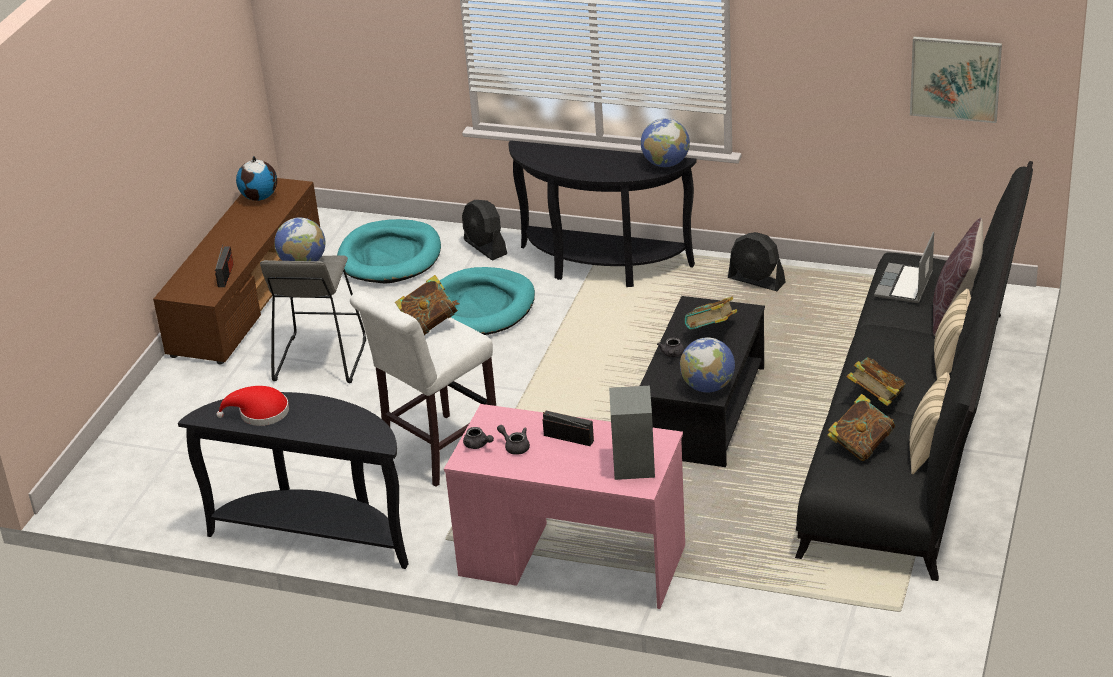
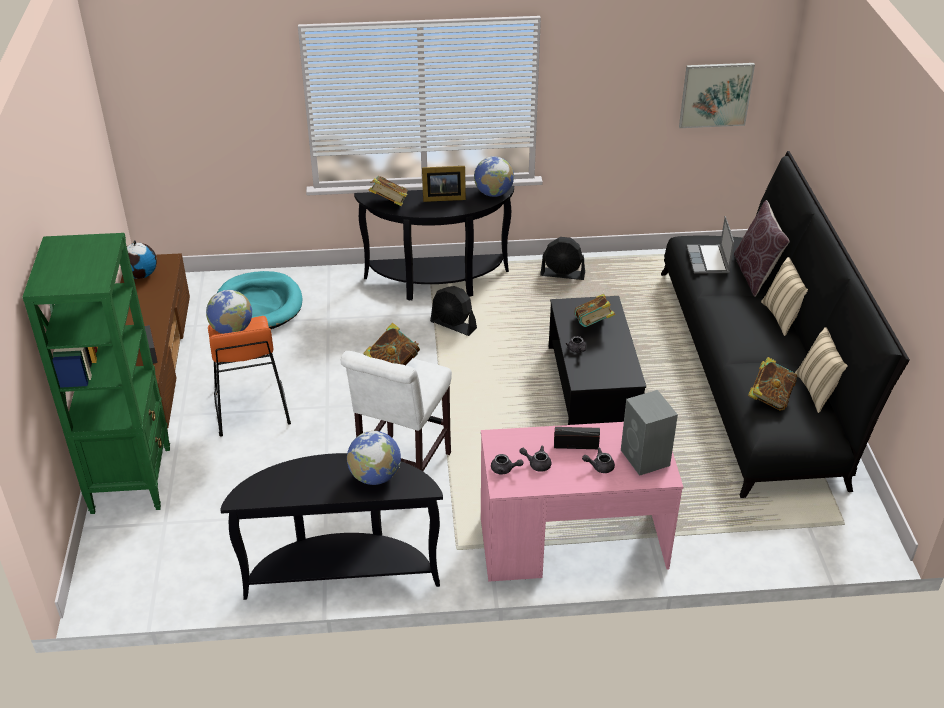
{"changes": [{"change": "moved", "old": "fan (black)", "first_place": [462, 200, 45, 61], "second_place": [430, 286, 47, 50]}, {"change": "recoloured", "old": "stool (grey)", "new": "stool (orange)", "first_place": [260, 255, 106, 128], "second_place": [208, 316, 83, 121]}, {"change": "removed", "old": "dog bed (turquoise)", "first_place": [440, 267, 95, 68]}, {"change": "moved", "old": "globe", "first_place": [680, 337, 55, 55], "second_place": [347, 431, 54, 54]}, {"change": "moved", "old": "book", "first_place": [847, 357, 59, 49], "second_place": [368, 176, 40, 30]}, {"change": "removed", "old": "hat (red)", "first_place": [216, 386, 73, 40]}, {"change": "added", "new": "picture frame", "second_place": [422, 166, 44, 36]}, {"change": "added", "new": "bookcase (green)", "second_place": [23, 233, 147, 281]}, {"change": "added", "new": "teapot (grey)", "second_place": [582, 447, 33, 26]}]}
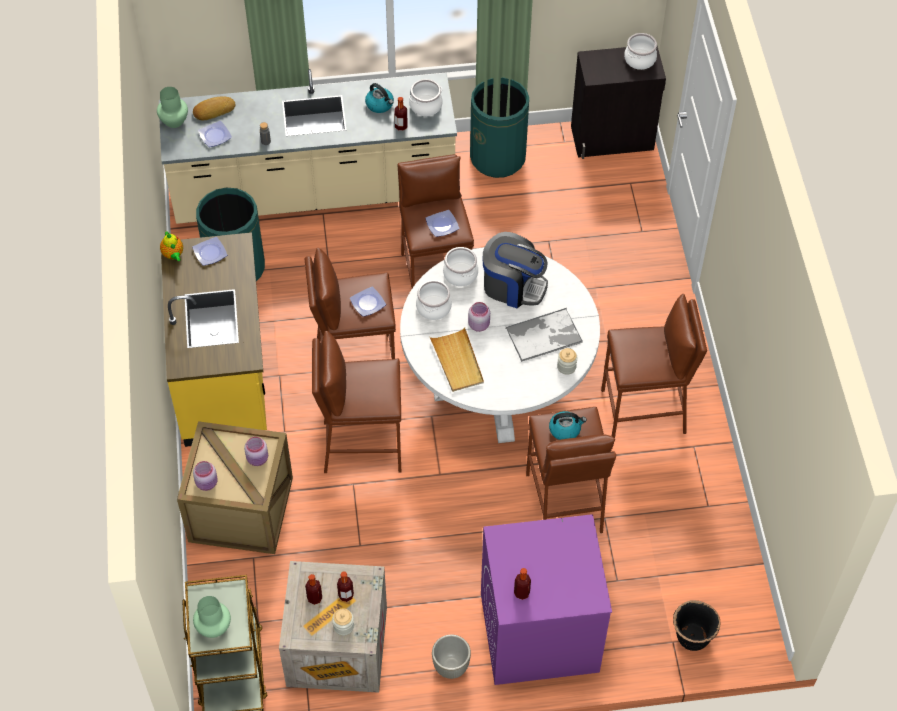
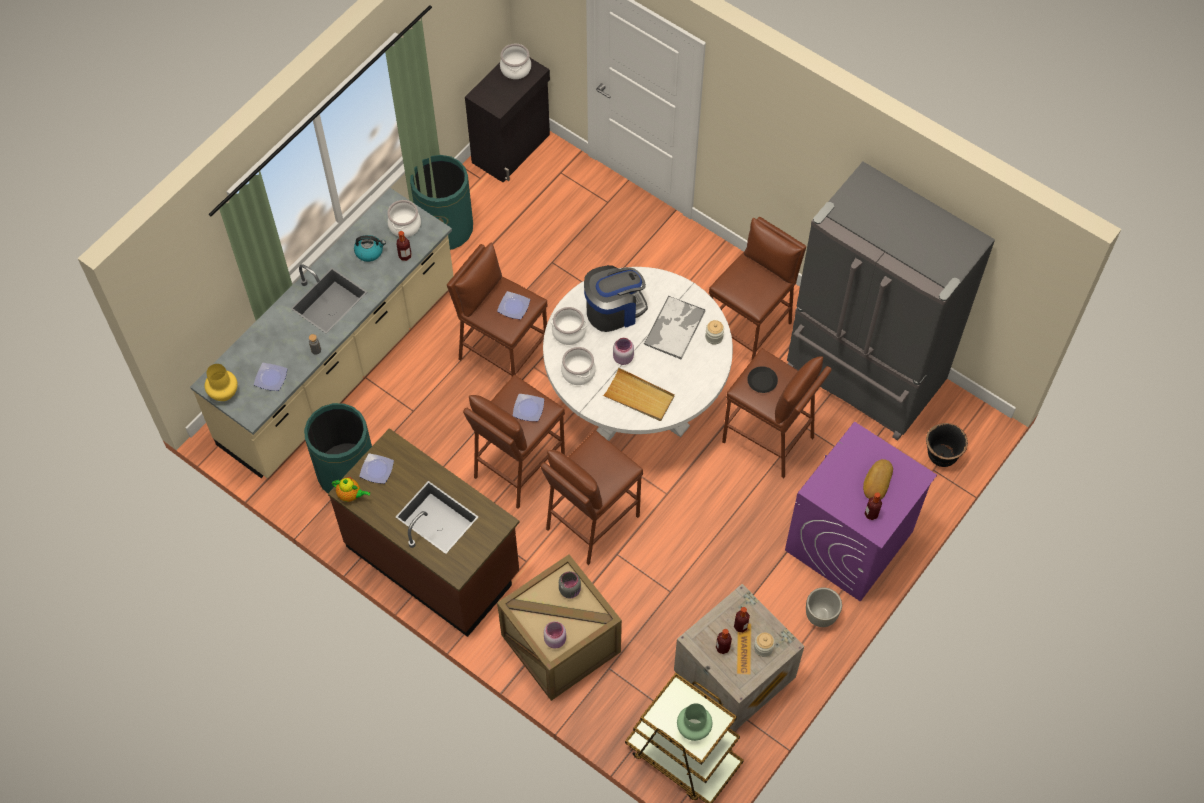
{"changes": [{"change": "recoloured", "old": "vase (green)", "new": "vase (yellow)", "first_place": [157, 87, 31, 41], "second_place": [205, 364, 33, 37]}, {"change": "moved", "old": "bread", "first_place": [193, 97, 43, 23], "second_place": [863, 459, 30, 41]}, {"change": "recoloured", "old": "counter (yellow)", "new": "counter (brown)", "first_place": [161, 232, 106, 215], "second_place": [328, 428, 192, 209]}, {"change": "replaced", "old": "kettle", "new": "plate (black)", "first_place": [549, 411, 38, 29], "second_place": [747, 366, 31, 27]}, {"change": "recoloured", "old": "jar (pink)", "new": "jar (grey)", "first_place": [244, 437, 24, 29], "second_place": [559, 572, 22, 26]}, {"change": "added", "new": "fridge (grey)", "second_place": [787, 162, 208, 279]}]}
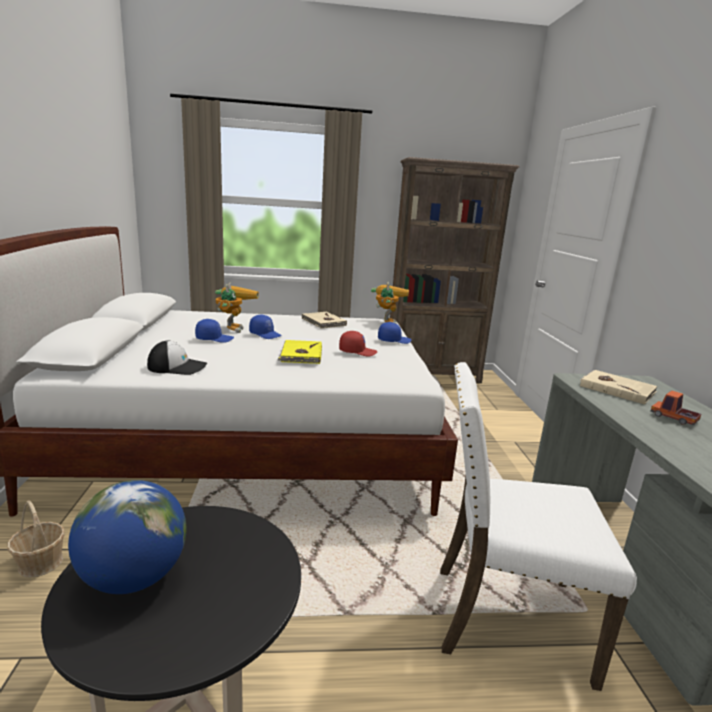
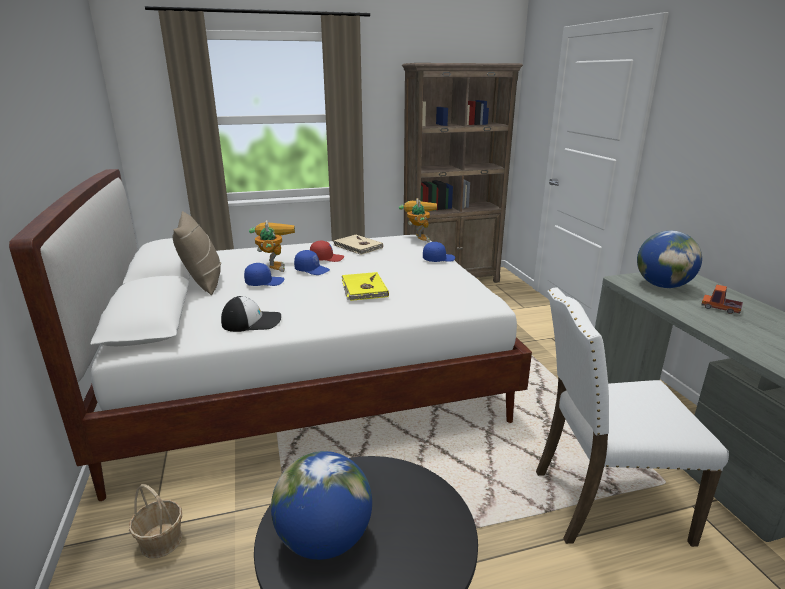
{"changes": [{"change": "moved", "old": "cap (red)", "first_place": [339, 331, 38, 25], "second_place": [310, 241, 34, 21]}, {"change": "replaced", "old": "book (beige)", "new": "globe", "first_place": [580, 370, 77, 35], "second_place": [637, 231, 65, 57]}, {"change": "added", "new": "pillow (beige)", "second_place": [172, 211, 49, 84]}]}
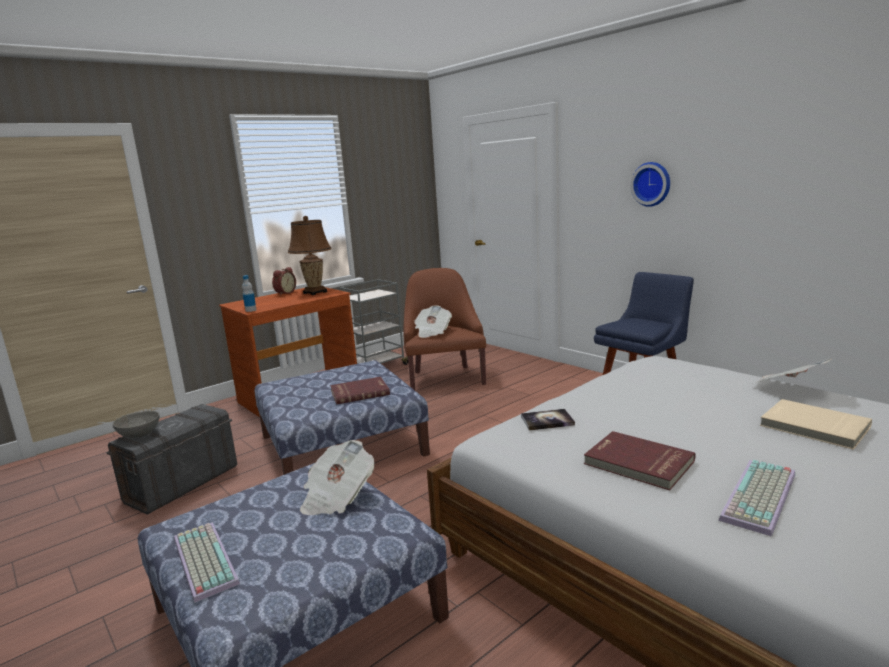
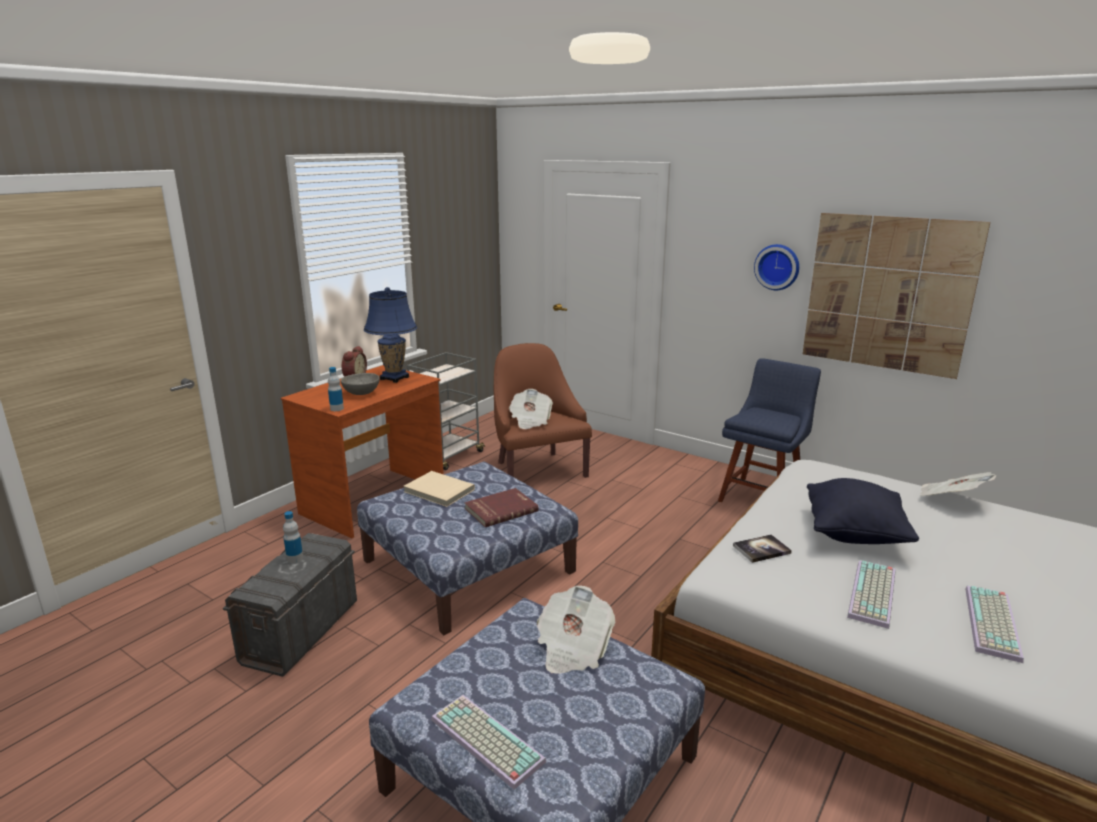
{"changes": [{"change": "recoloured", "old": "table lamp (brown)", "new": "table lamp (blue)", "first_place": [288, 216, 44, 79], "second_place": [364, 287, 53, 96]}, {"change": "moved", "old": "book (beige)", "first_place": [760, 399, 112, 51], "second_place": [404, 471, 71, 36]}, {"change": "moved", "old": "bowl (grey)", "first_place": [112, 411, 47, 27], "second_place": [341, 373, 39, 22]}, {"change": "replaced", "old": "book (red)", "new": "keyboard", "first_place": [584, 431, 112, 59], "second_place": [847, 560, 48, 69]}, {"change": "added", "new": "picture", "second_place": [803, 213, 187, 166]}, {"change": "added", "new": "pillow (black)", "second_place": [807, 478, 112, 66]}, {"change": "added", "new": "bottle", "second_place": [283, 511, 20, 52]}]}
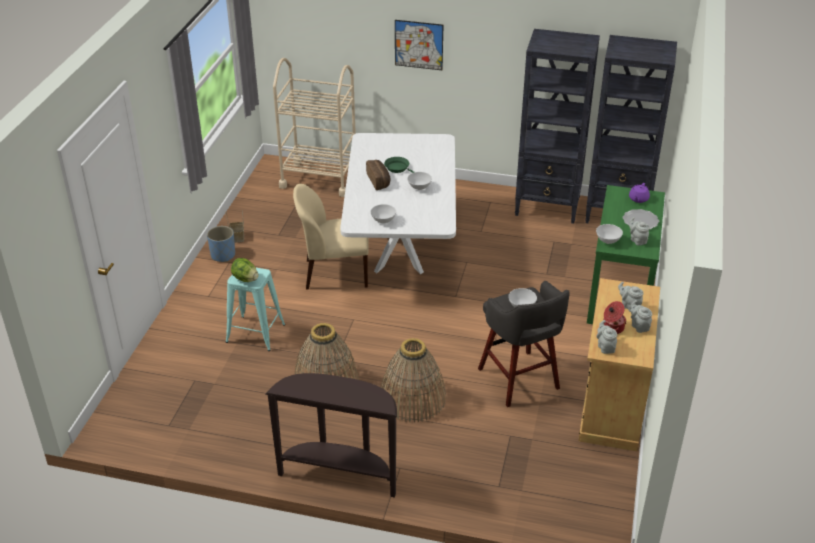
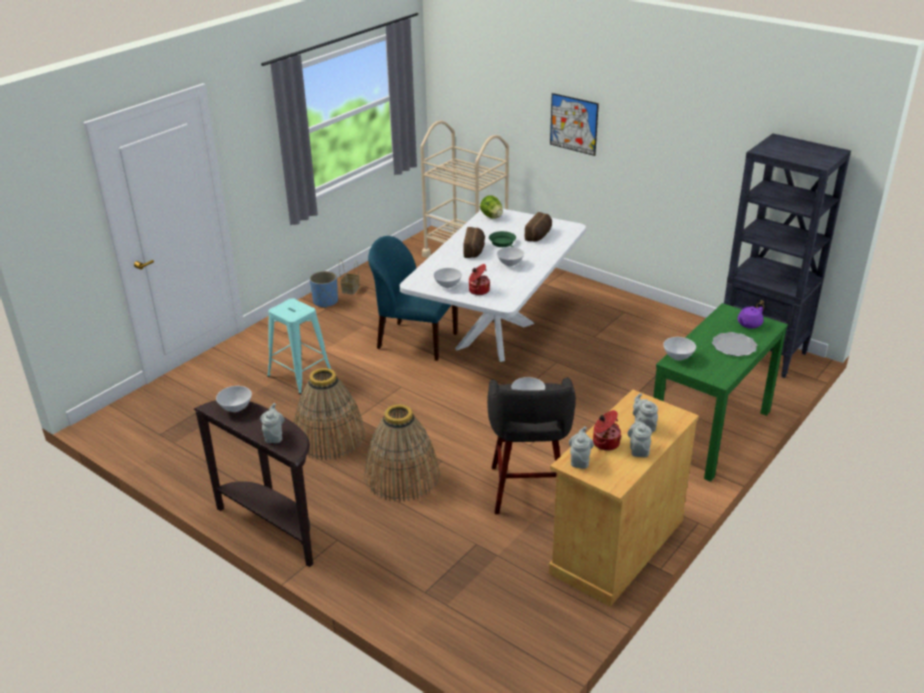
{"changes": [{"change": "removed", "old": "bookcase (black)", "first_place": [515, 29, 85, 194]}, {"change": "recoloured", "old": "chair (beige)", "new": "chair (blue)", "first_place": [293, 184, 76, 106], "second_place": [368, 236, 90, 125]}, {"change": "moved", "old": "teapot (grey)", "first_place": [629, 217, 20, 29], "second_place": [260, 403, 25, 40]}, {"change": "moved", "old": "lettuce", "first_place": [231, 258, 28, 24], "second_place": [480, 195, 23, 24]}, {"change": "added", "new": "bread", "second_place": [525, 212, 27, 30]}, {"change": "added", "new": "cooking pot", "second_place": [469, 264, 21, 31]}, {"change": "added", "new": "bowl (white)", "second_place": [216, 386, 36, 26]}]}
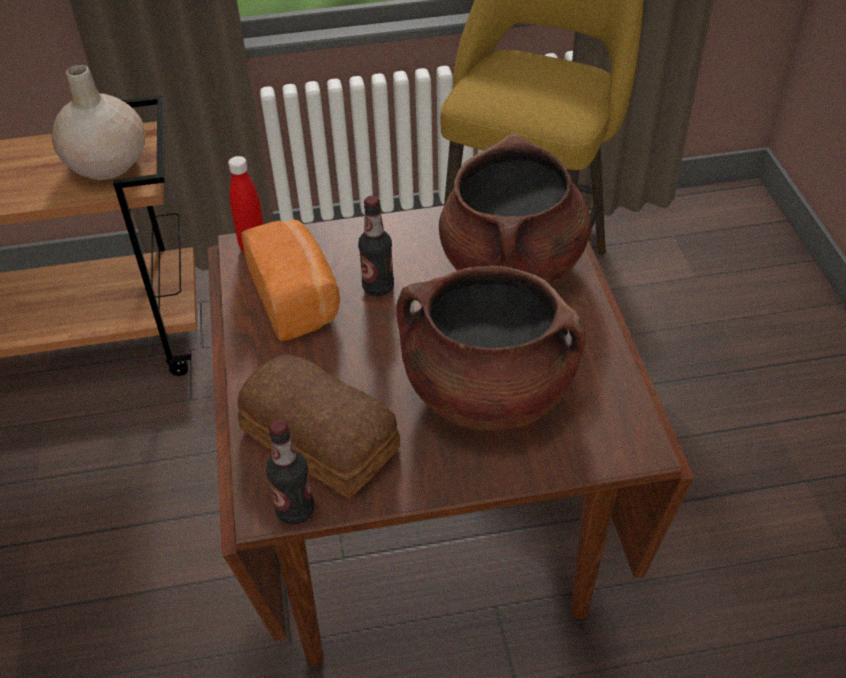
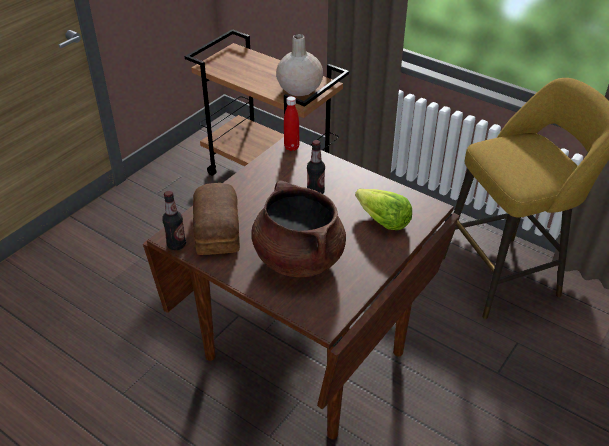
{"changes": [{"change": "replaced", "old": "cooking pot (brown)", "new": "lettuce", "first_place": [439, 134, 152, 150], "second_place": [355, 189, 57, 41]}, {"change": "removed", "old": "bread", "first_place": [241, 219, 99, 122]}]}
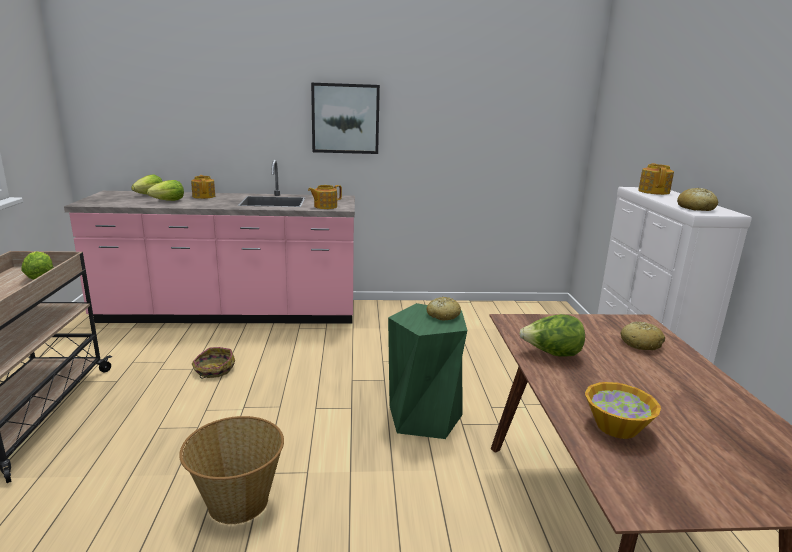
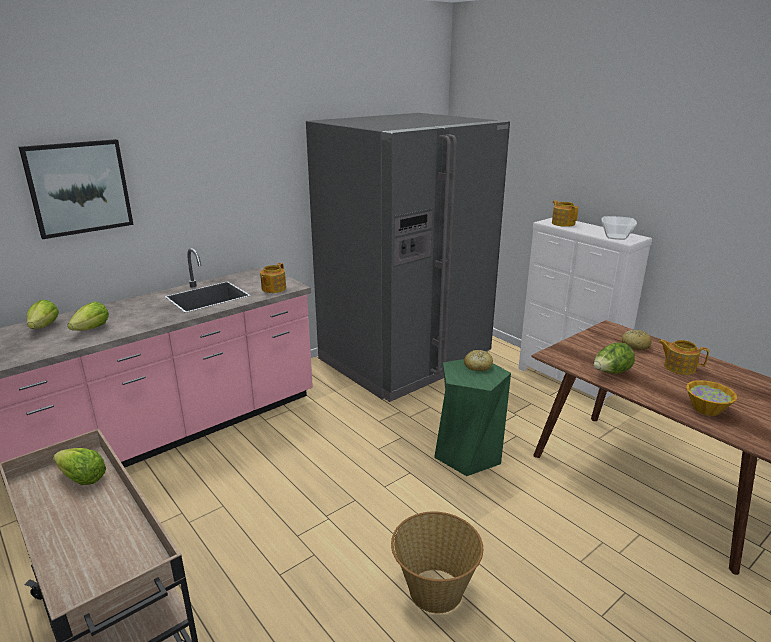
{"changes": [{"change": "moved", "old": "picture", "first_place": [311, 83, 69, 71], "second_place": [19, 139, 115, 100]}, {"change": "moved", "old": "teapot", "first_place": [191, 175, 24, 24], "second_place": [658, 339, 51, 36]}, {"change": "replaced", "old": "bread", "new": "bowl", "first_place": [677, 188, 41, 23], "second_place": [601, 216, 36, 24]}, {"change": "removed", "old": "basket", "first_place": [192, 347, 43, 31]}, {"change": "added", "new": "fridge (grey)", "second_place": [306, 113, 204, 289]}]}
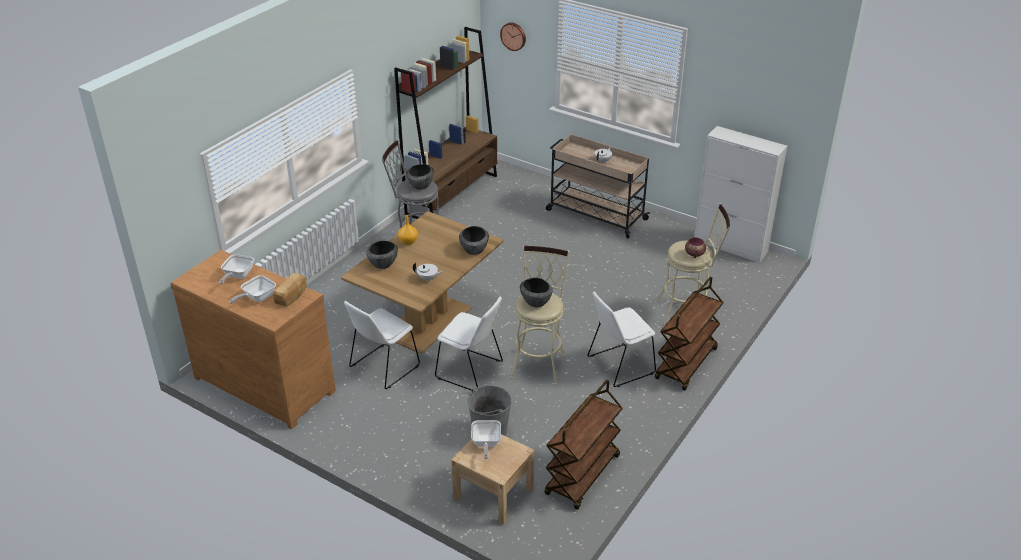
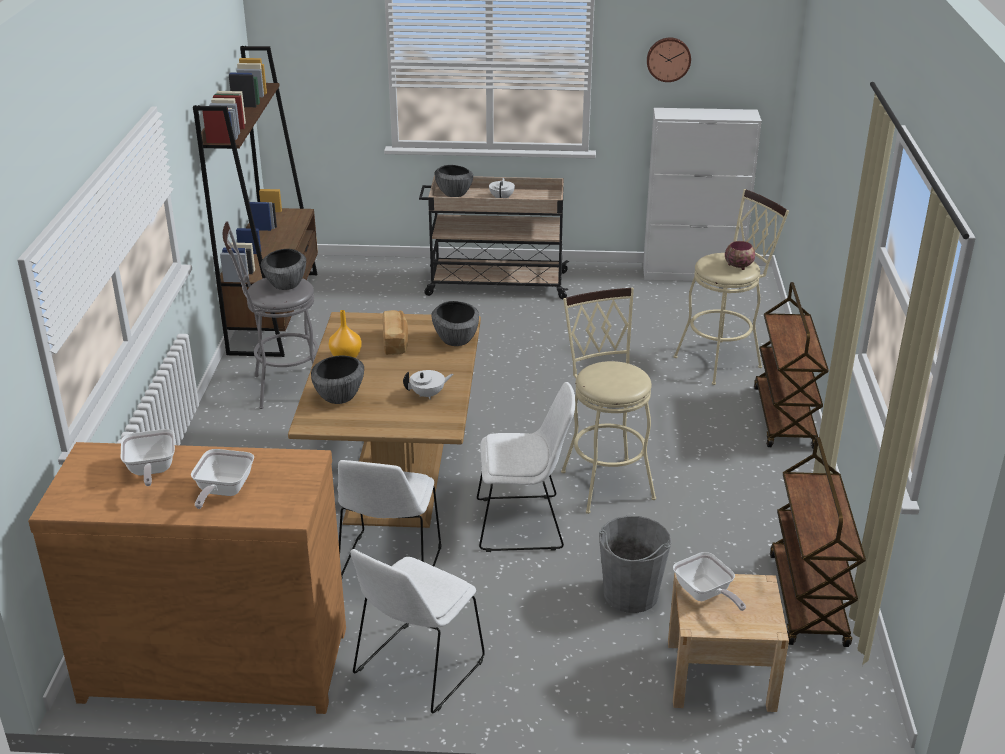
{"changes": [{"change": "moved", "old": "wall clock", "first_place": [500, 22, 26, 29], "second_place": [647, 37, 44, 45]}, {"change": "moved", "old": "bread", "first_place": [273, 273, 34, 33], "second_place": [383, 310, 25, 45]}, {"change": "moved", "old": "bowl", "first_place": [520, 277, 33, 30], "second_place": [434, 165, 39, 32]}, {"change": "moved", "old": "chair (white)", "first_place": [587, 292, 69, 95], "second_place": [350, 549, 135, 164]}]}
